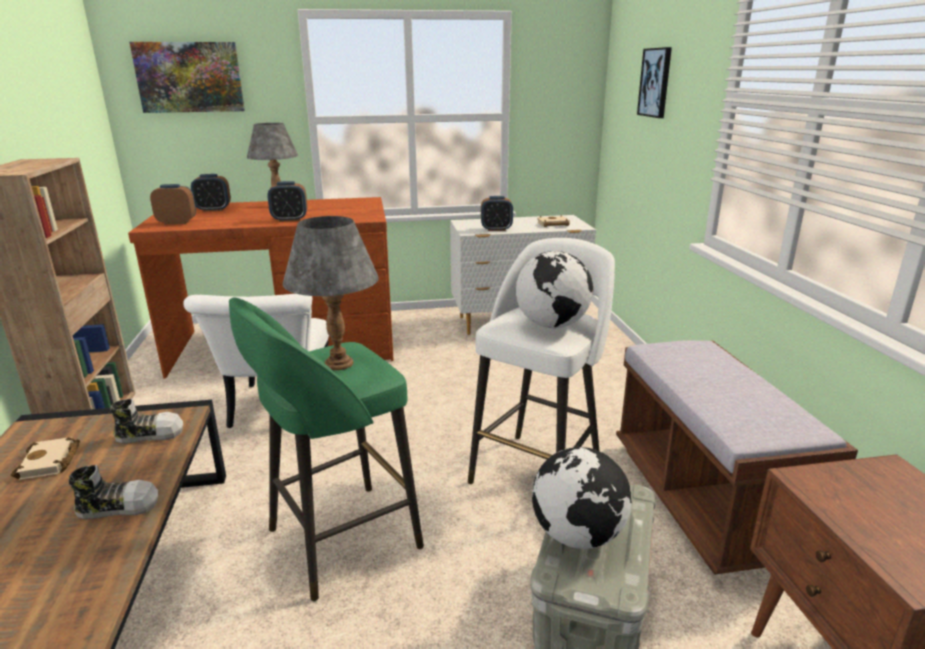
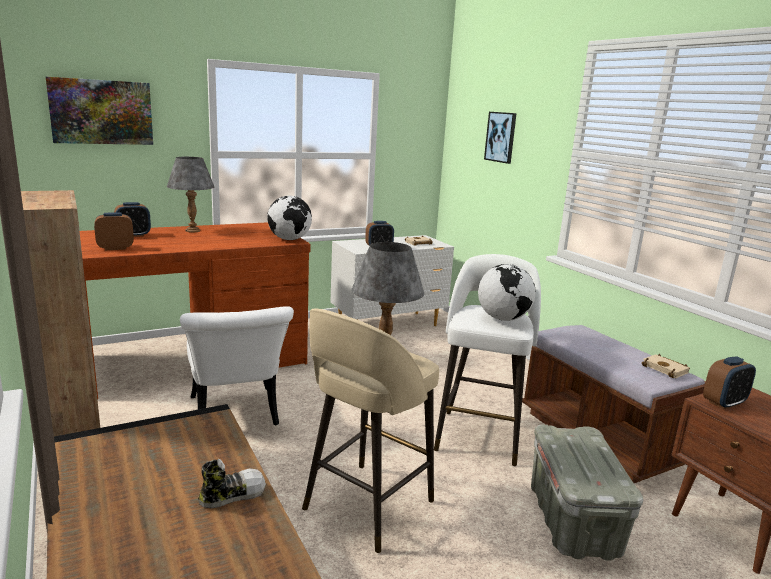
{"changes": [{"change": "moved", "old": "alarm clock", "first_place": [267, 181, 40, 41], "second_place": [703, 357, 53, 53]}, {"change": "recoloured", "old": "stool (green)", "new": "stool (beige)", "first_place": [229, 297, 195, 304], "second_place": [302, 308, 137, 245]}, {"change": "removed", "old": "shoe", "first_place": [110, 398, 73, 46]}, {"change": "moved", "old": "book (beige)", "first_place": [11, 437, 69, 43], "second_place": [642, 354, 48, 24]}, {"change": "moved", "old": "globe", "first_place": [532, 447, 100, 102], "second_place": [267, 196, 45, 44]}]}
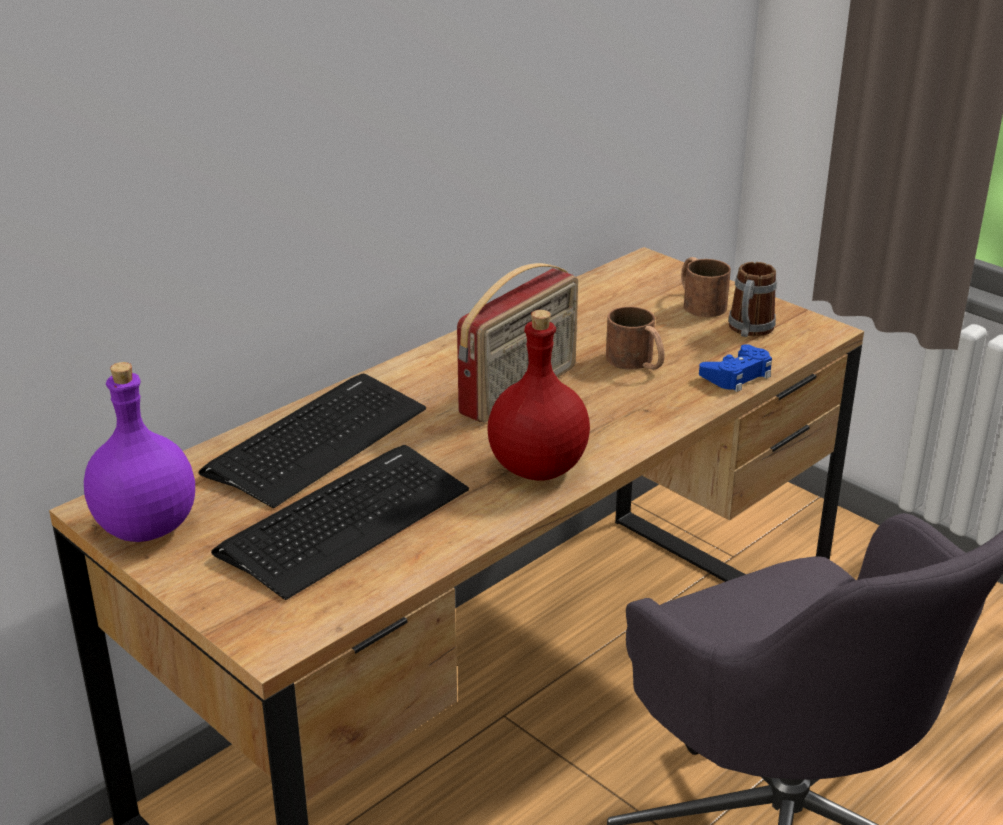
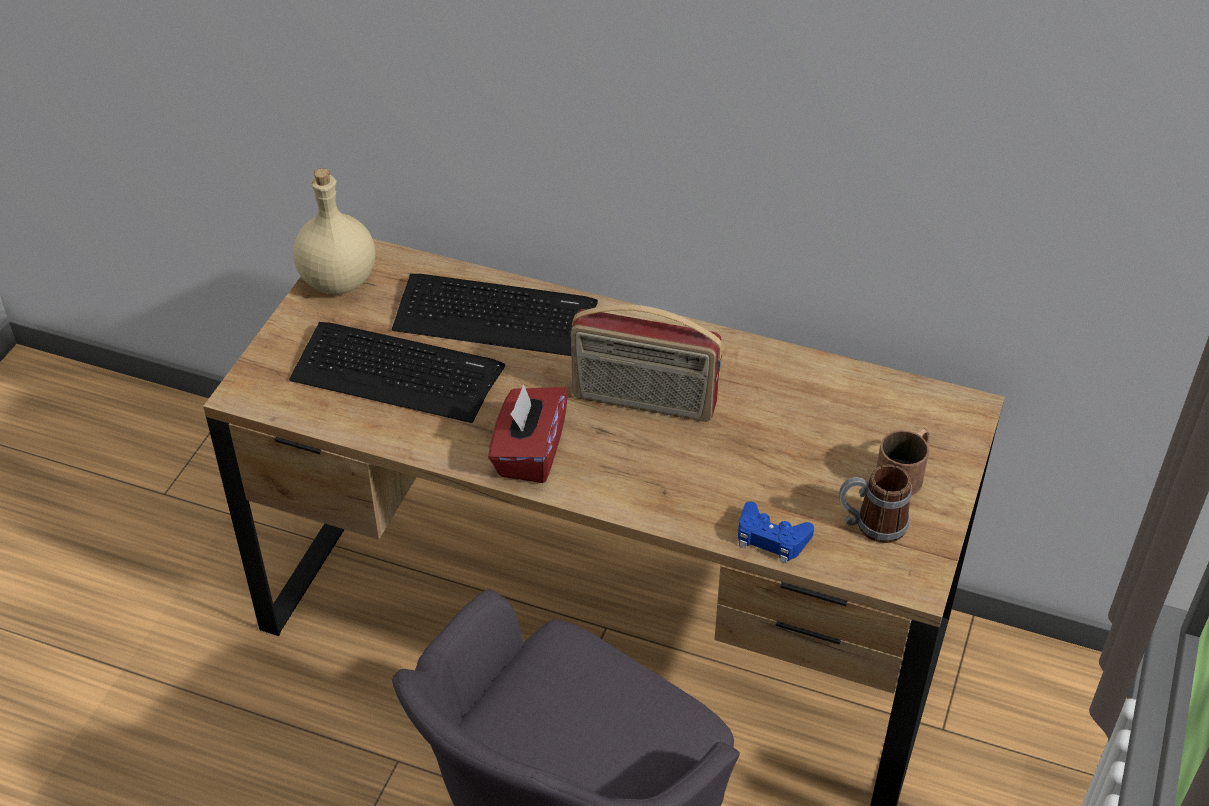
{"changes": [{"change": "removed", "old": "mug (brown)", "first_place": [606, 306, 59, 64]}, {"change": "replaced", "old": "bottle (red)", "new": "tissue box (red)", "first_place": [487, 310, 103, 171], "second_place": [488, 384, 80, 99]}, {"change": "recoloured", "old": "bottle (purple)", "new": "bottle (beige)", "first_place": [84, 362, 111, 180], "second_place": [293, 168, 82, 127]}]}
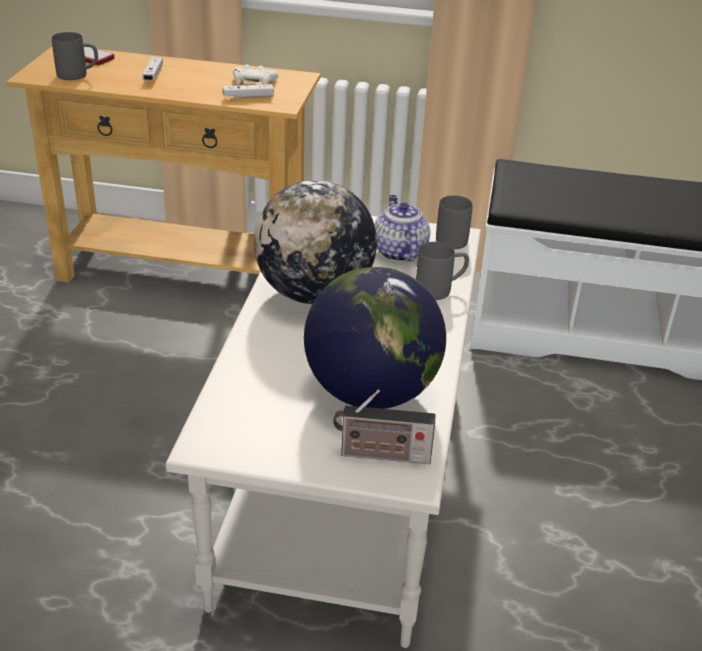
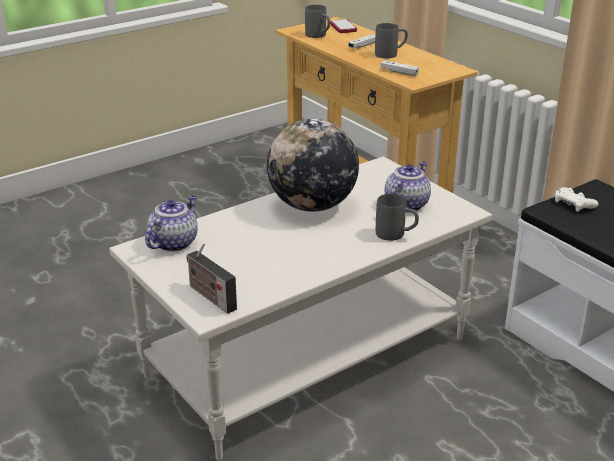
{"changes": [{"change": "moved", "old": "game controller (white)", "first_place": [233, 65, 45, 20], "second_place": [555, 187, 43, 25]}, {"change": "moved", "old": "mug (grey)", "first_place": [436, 195, 37, 54], "second_place": [375, 23, 33, 35]}, {"change": "removed", "old": "globe", "first_place": [304, 267, 142, 142]}, {"change": "added", "new": "teapot", "second_place": [145, 195, 53, 57]}]}
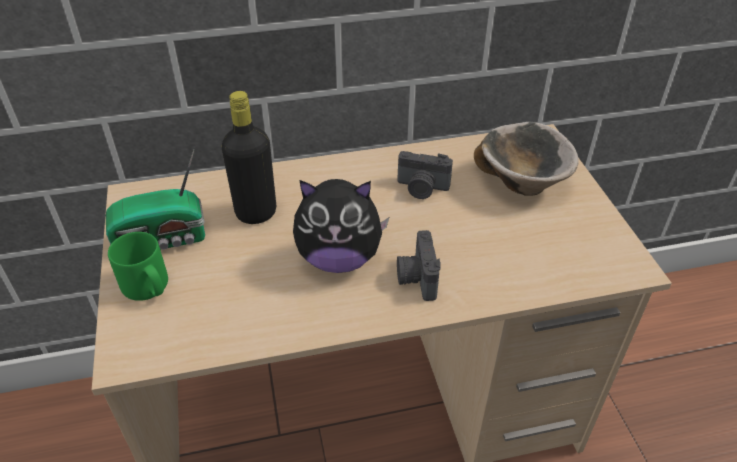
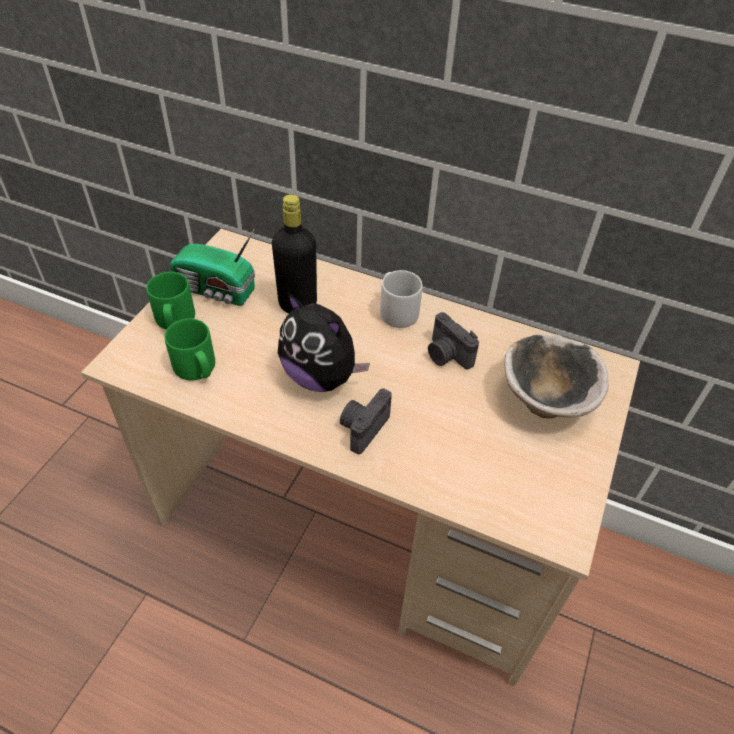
{"changes": [{"change": "added", "new": "mug (grey)", "second_place": [380, 270, 43, 58]}, {"change": "added", "new": "mug (green)", "second_place": [164, 318, 51, 62]}]}
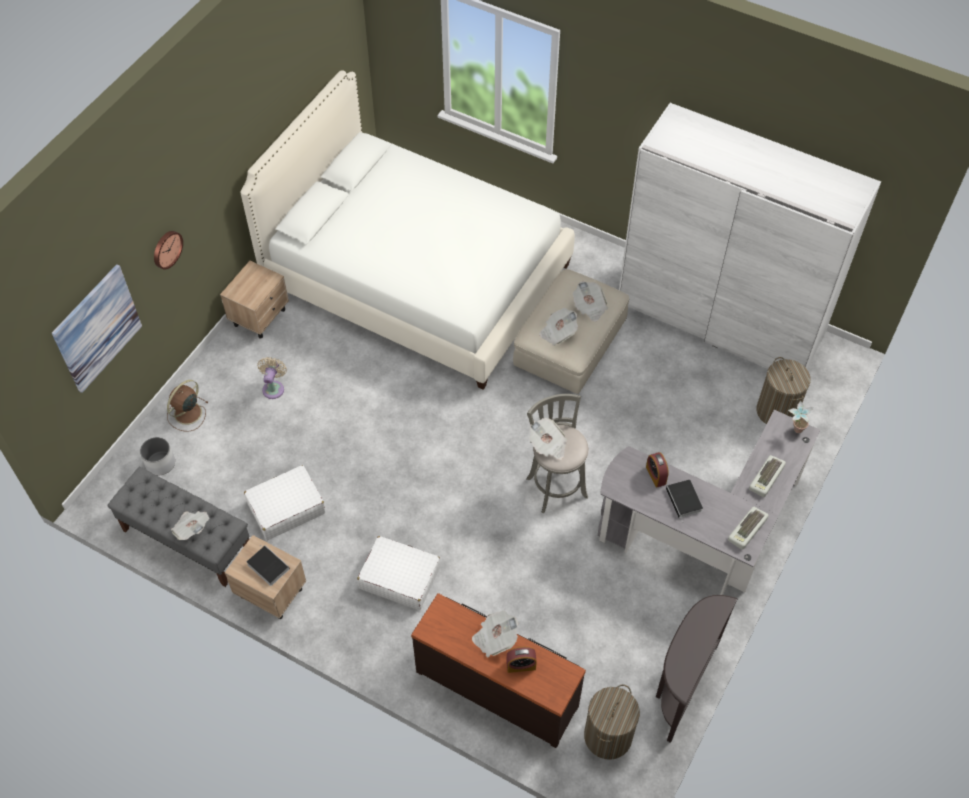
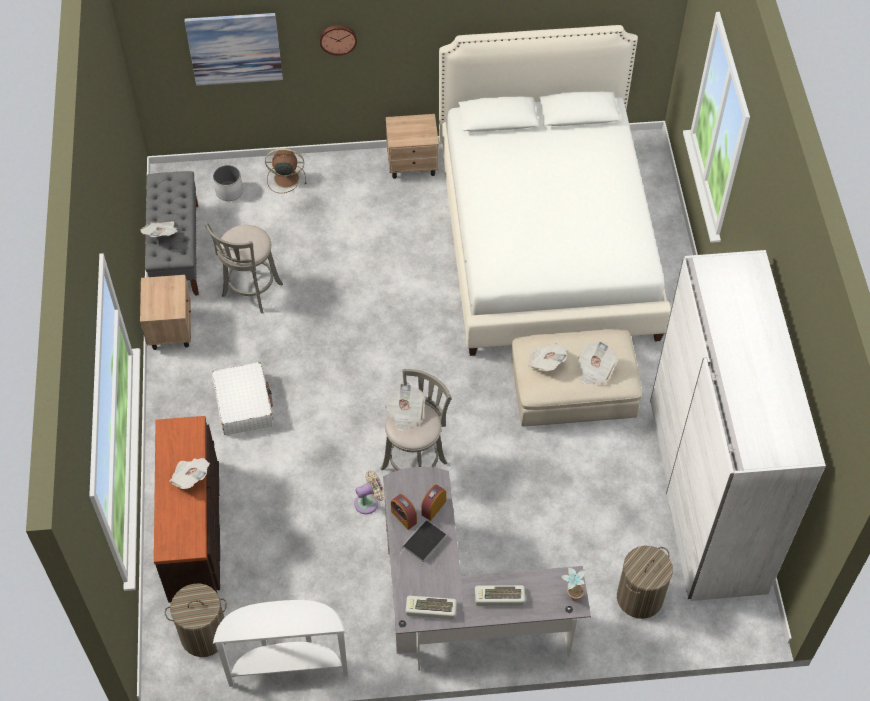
{"changes": [{"change": "moved", "old": "fan (beige)", "first_place": [258, 357, 29, 42], "second_place": [354, 470, 30, 44]}, {"change": "replaced", "old": "suitcase (white)", "new": "stool (grey)", "first_place": [244, 465, 81, 75], "second_place": [205, 223, 78, 91]}, {"change": "removed", "old": "book", "first_place": [247, 545, 43, 41]}, {"change": "recoloured", "old": "console table (brown)", "new": "console table (white)", "first_place": [656, 595, 82, 148], "second_place": [213, 600, 135, 87]}, {"change": "moved", "old": "alarm clock", "first_place": [506, 647, 31, 26], "second_place": [391, 494, 26, 36]}]}
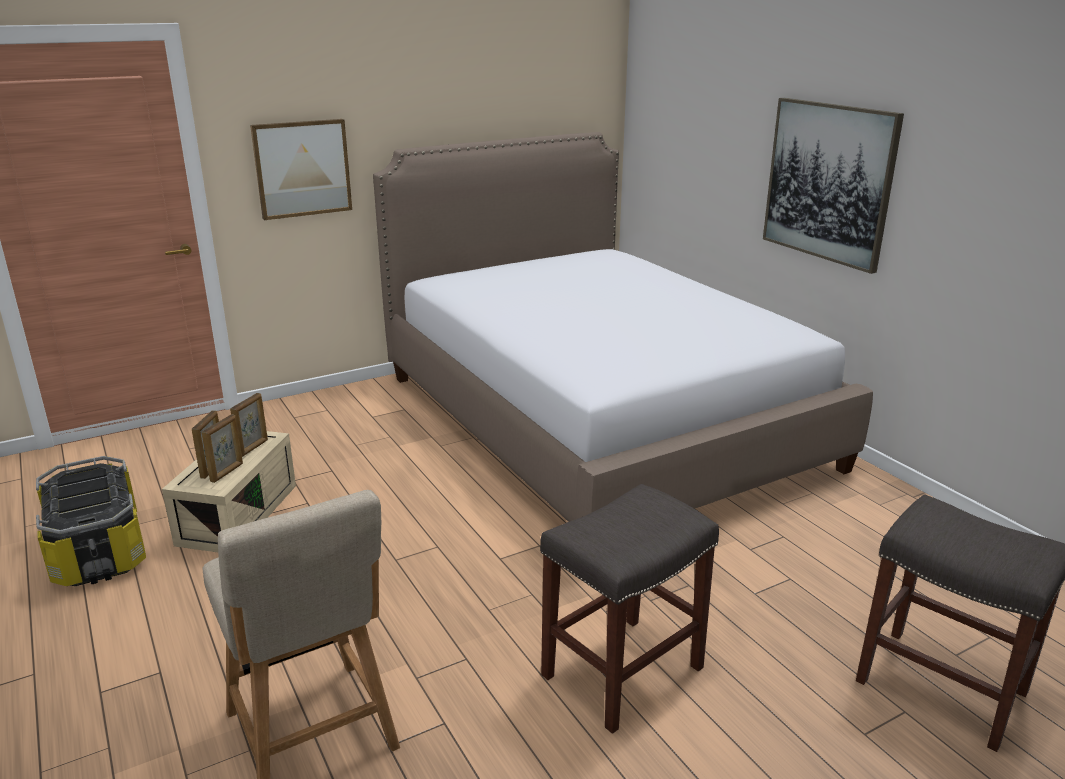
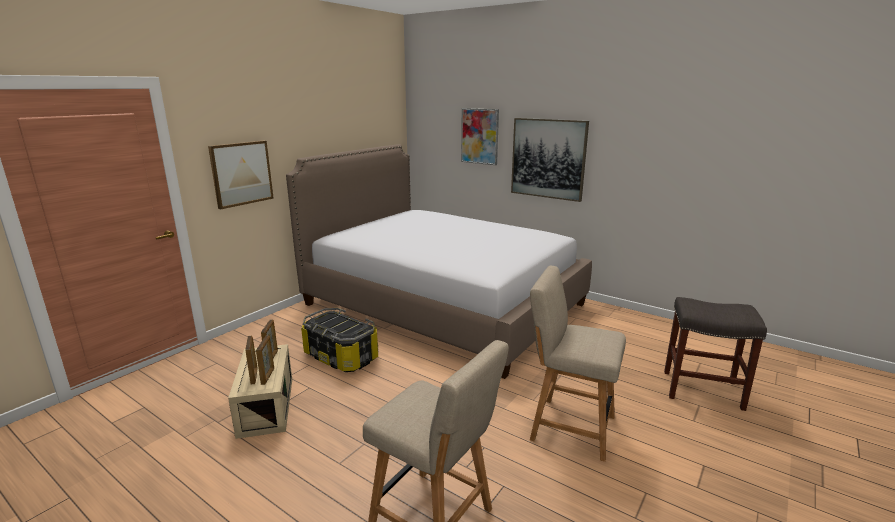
{"changes": [{"change": "moved", "old": "storage box", "first_place": [36, 456, 110, 130], "second_place": [301, 308, 77, 64]}, {"change": "replaced", "old": "stool (grey)", "new": "chair (beige)", "first_place": [540, 484, 179, 250], "second_place": [530, 266, 96, 196]}, {"change": "added", "new": "picture", "second_place": [461, 108, 38, 57]}]}
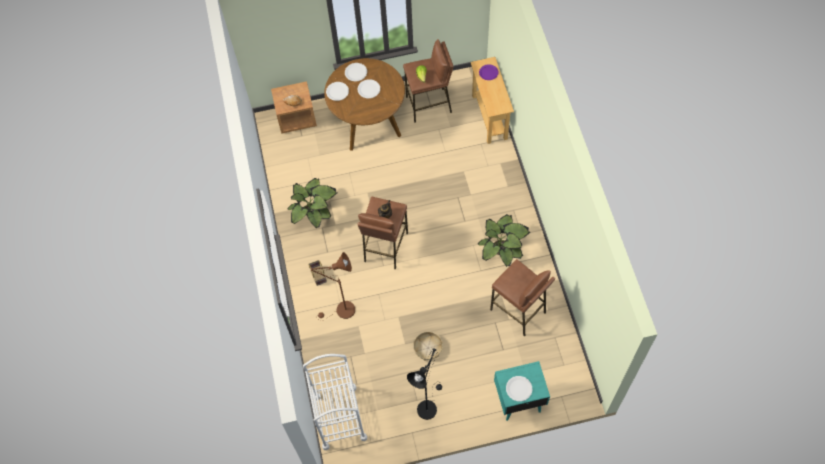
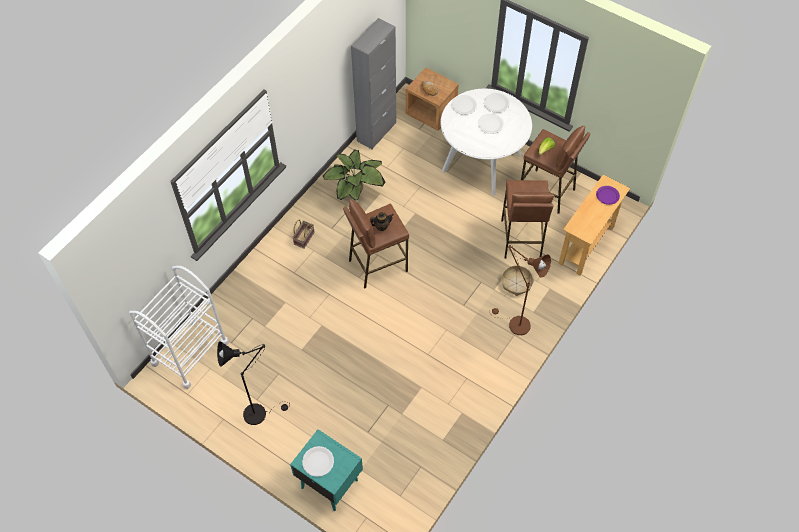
{"changes": [{"change": "recoloured", "old": "dining table (brown)", "new": "dining table (white)", "first_place": [324, 58, 81, 93], "second_place": [440, 89, 92, 106]}, {"change": "removed", "old": "potted plant", "first_place": [478, 214, 52, 53]}, {"change": "moved", "old": "floor lamp (brown)", "first_place": [311, 252, 44, 69], "second_place": [490, 245, 61, 90]}, {"change": "moved", "old": "stool (brown)", "first_place": [490, 259, 65, 77], "second_place": [501, 180, 53, 79]}, {"change": "moved", "old": "basket", "first_place": [413, 332, 30, 29], "second_place": [501, 265, 32, 31]}, {"change": "added", "new": "cabinet (grey)", "second_place": [351, 18, 45, 131]}]}
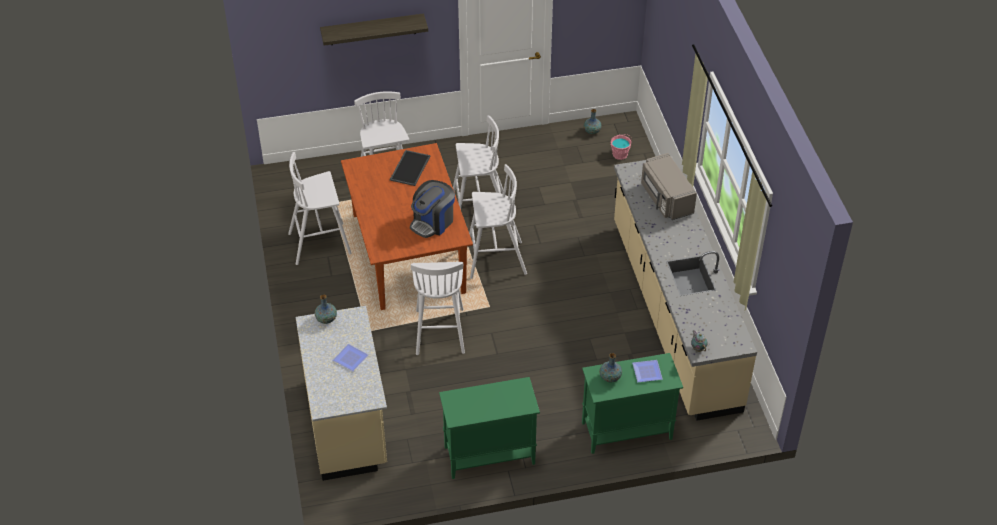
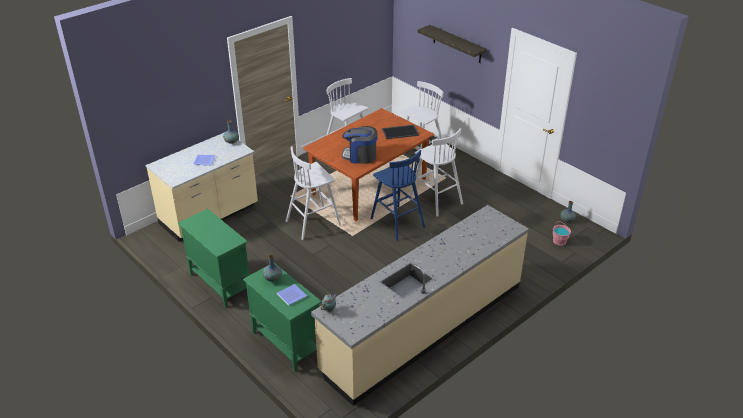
{"changes": [{"change": "removed", "old": "microwave (grey)", "first_place": [641, 153, 56, 67]}, {"change": "recoloured", "old": "stool (white)", "new": "stool (blue)", "first_place": [467, 164, 60, 115], "second_place": [371, 150, 54, 91]}]}
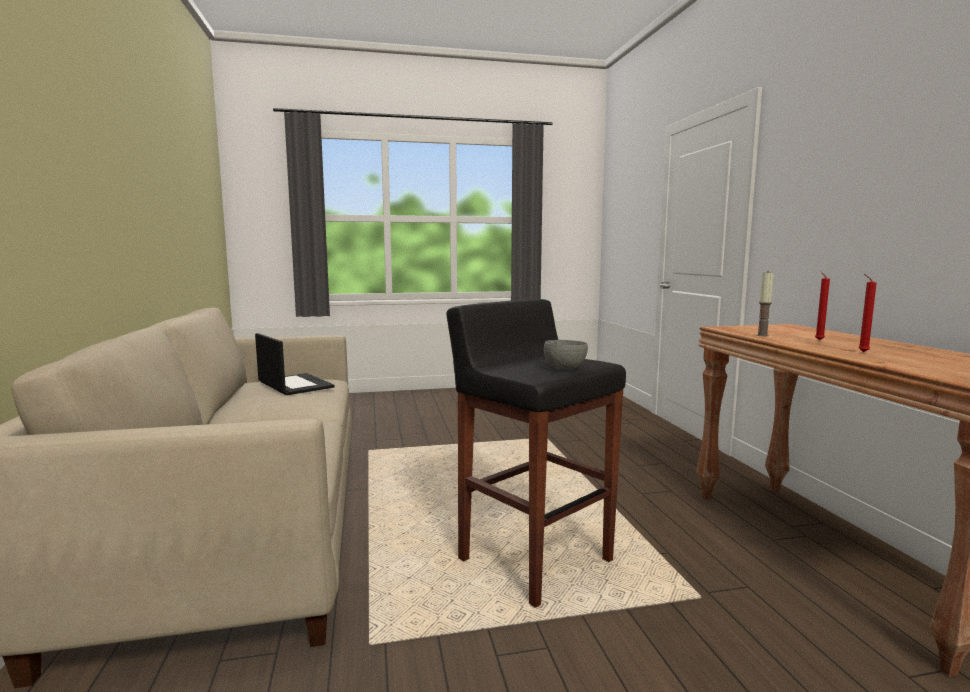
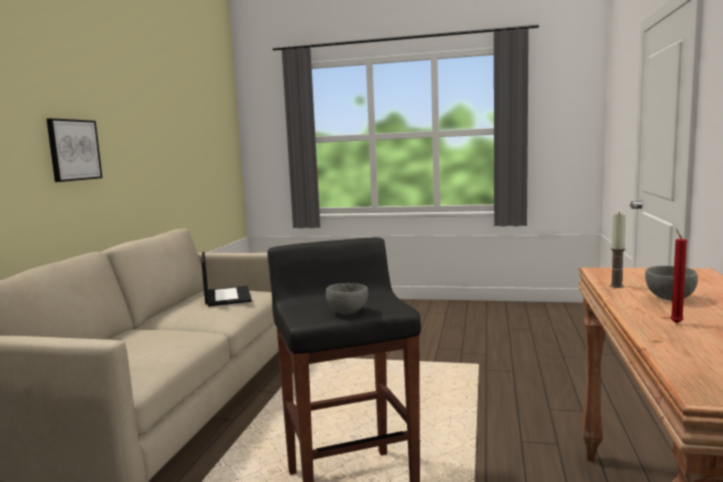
{"changes": [{"change": "replaced", "old": "candle (red)", "new": "bowl (grey)", "first_place": [815, 272, 15, 69], "second_place": [645, 266, 53, 35]}, {"change": "added", "new": "picture", "second_place": [46, 118, 56, 64]}]}
